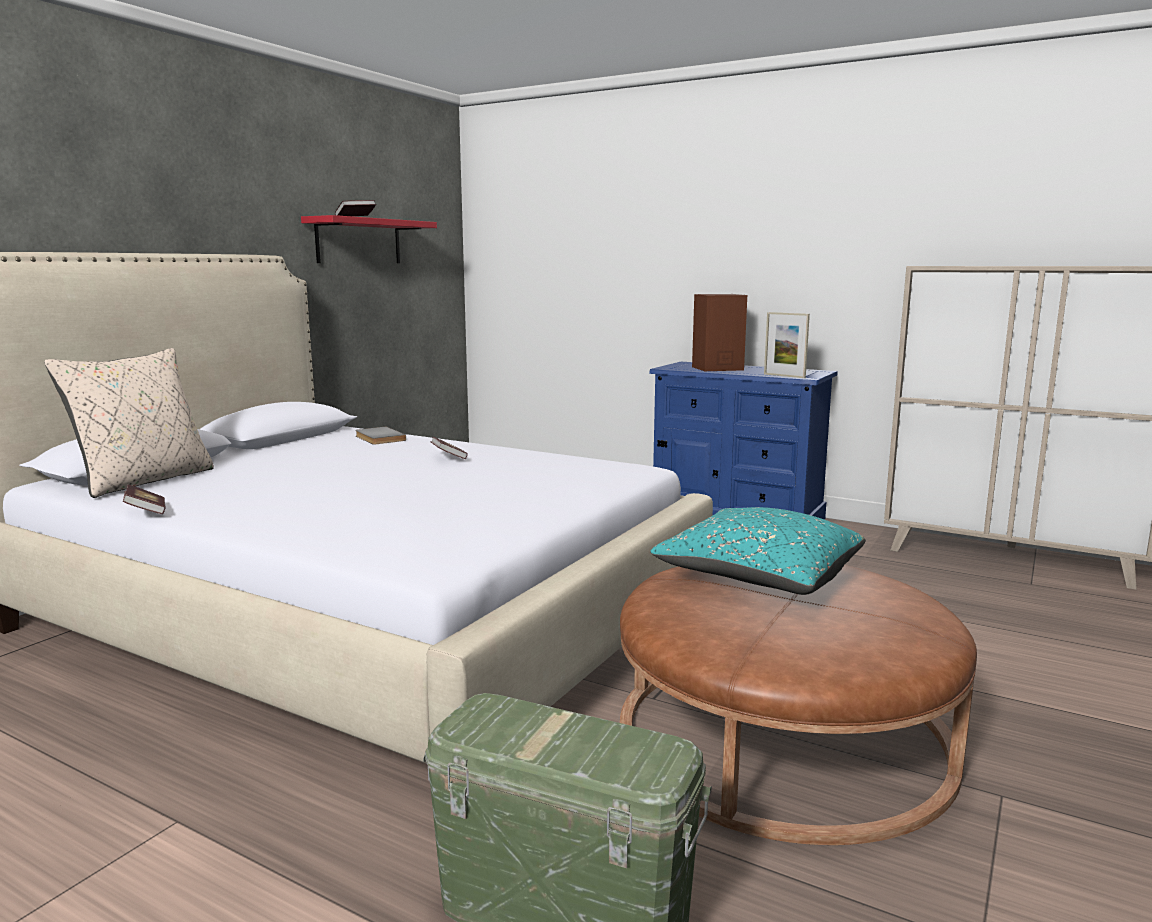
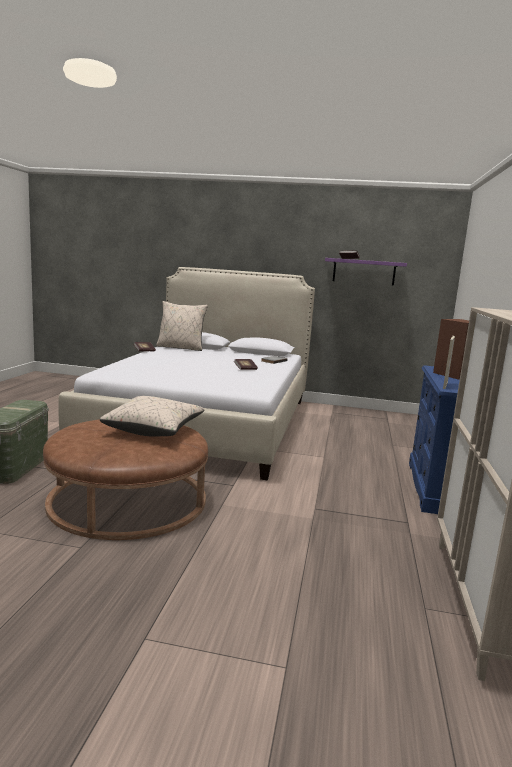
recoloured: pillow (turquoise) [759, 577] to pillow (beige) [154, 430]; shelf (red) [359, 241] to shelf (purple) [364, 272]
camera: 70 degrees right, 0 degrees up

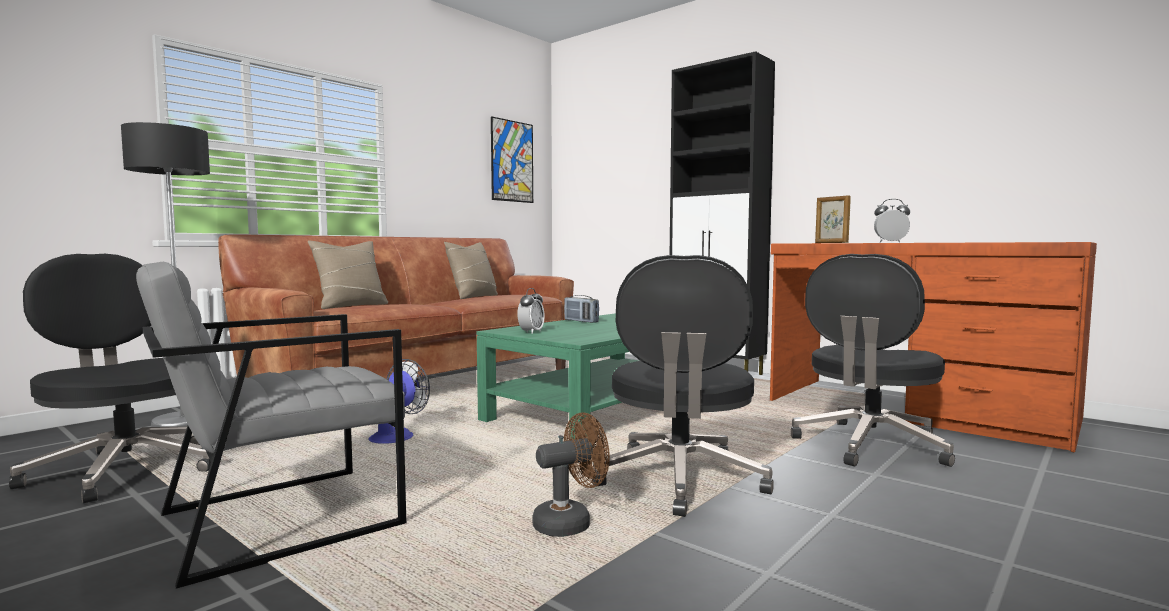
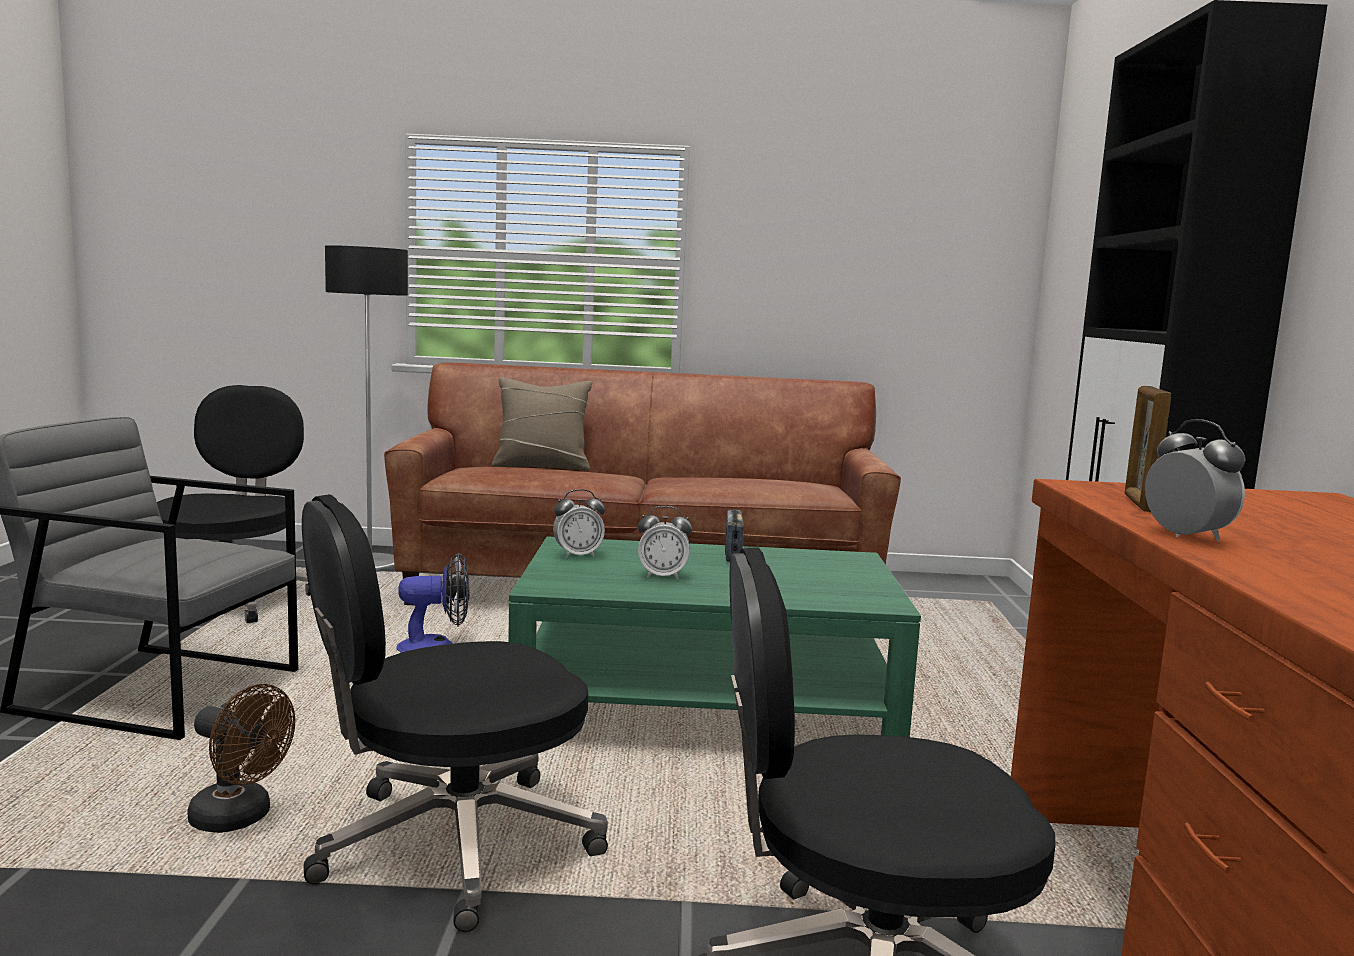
removed: pillow (beige) [473, 297]; picture [512, 161]
added: alarm clock [662, 576]
camera: 50 degrees right, 5 degrees up

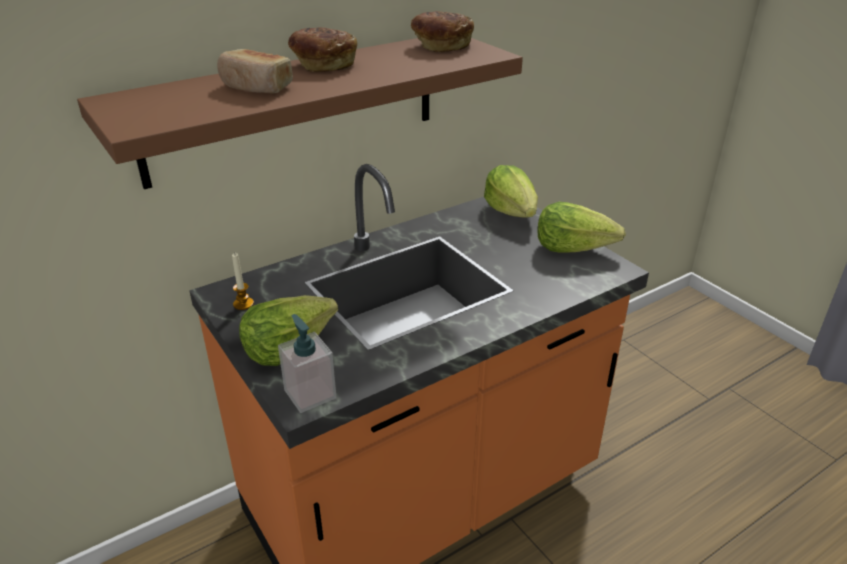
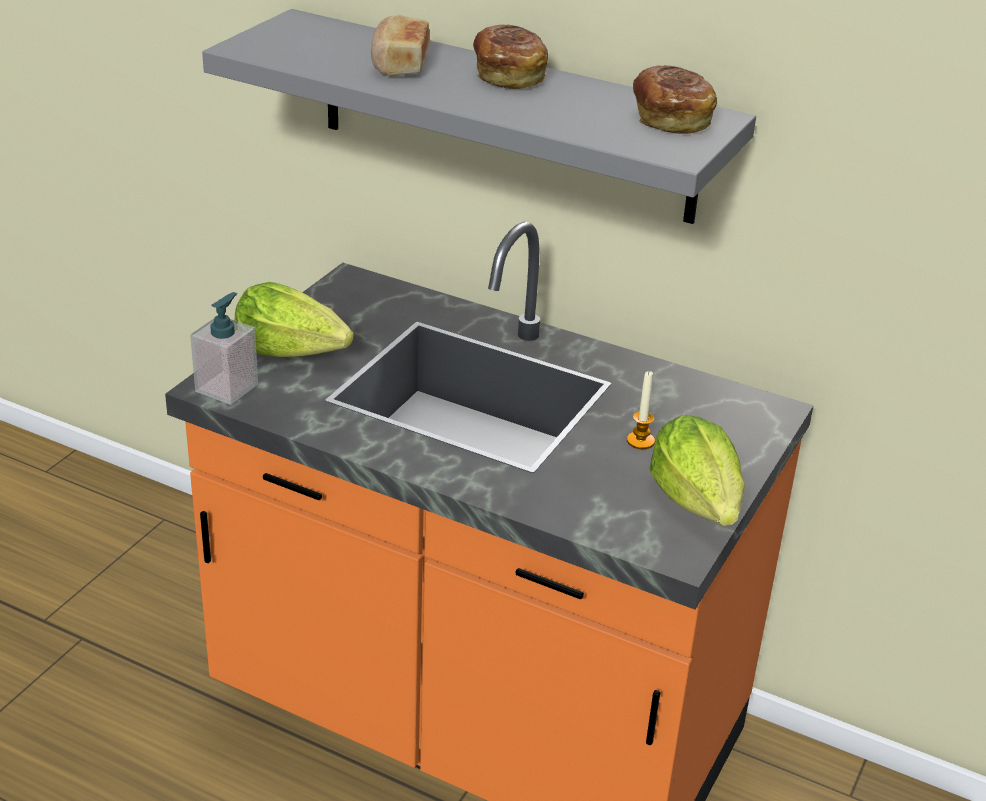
removed: lettuce [512, 212]
moved: candle [243, 304] to [640, 441]
recoloured: shelf (brown) [295, 106] to shelf (grey) [505, 116]
camera: 60 degrees right, 0 degrees up

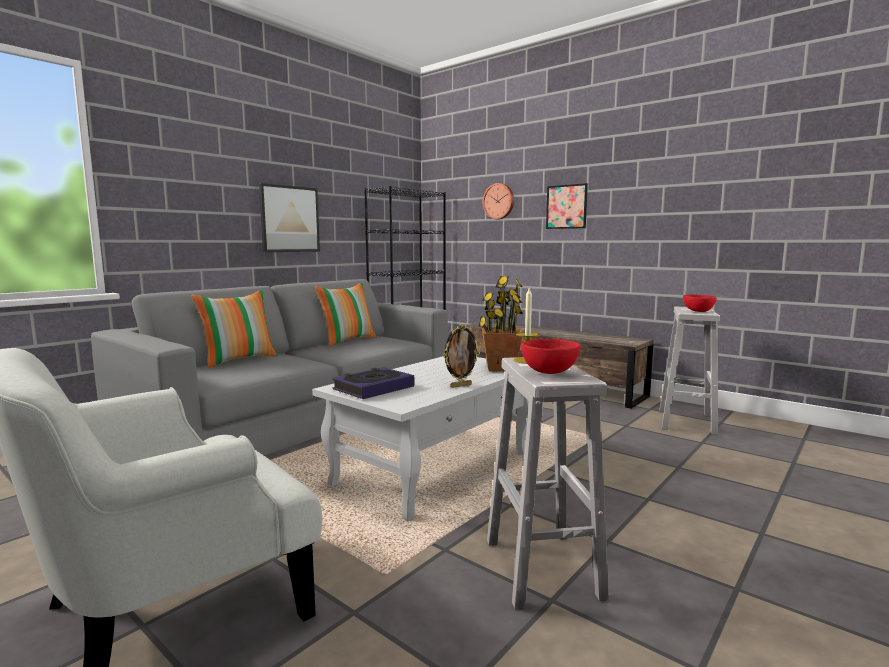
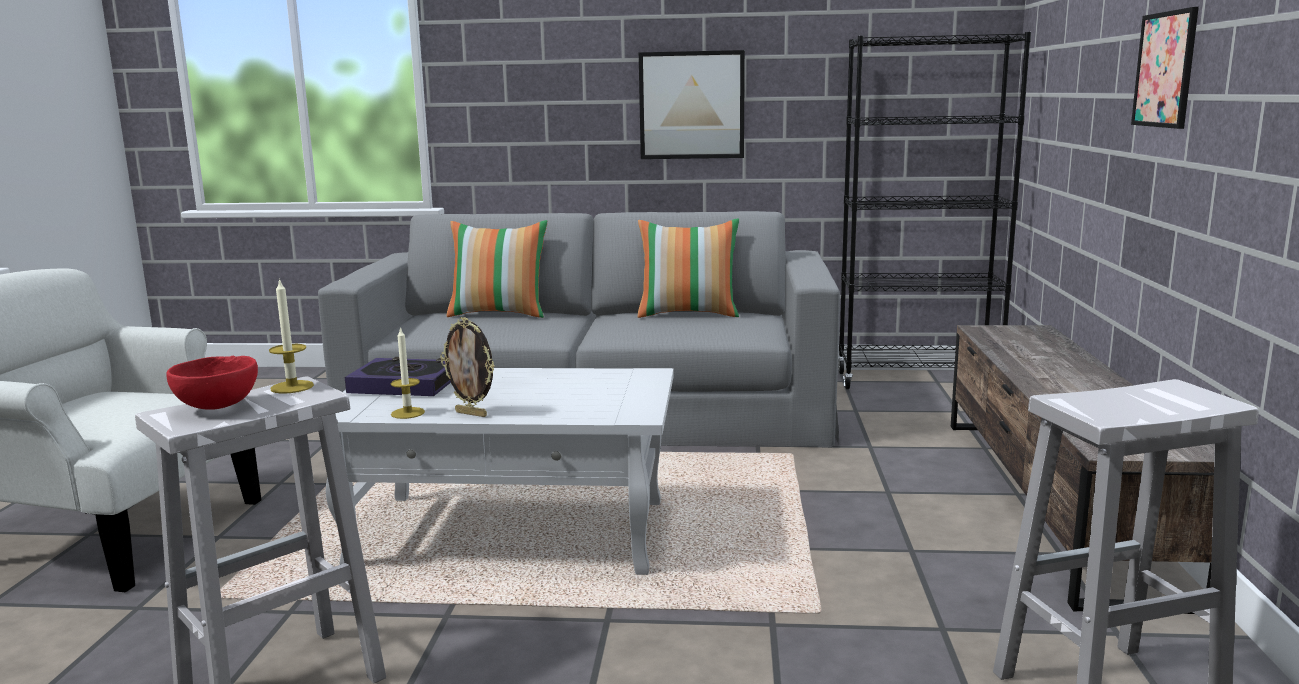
removed: potted plant [500, 368]; wall clock [499, 201]; bowl (red) [698, 311]
added: candle [407, 413]
camera: 55 degrees right, 5 degrees up

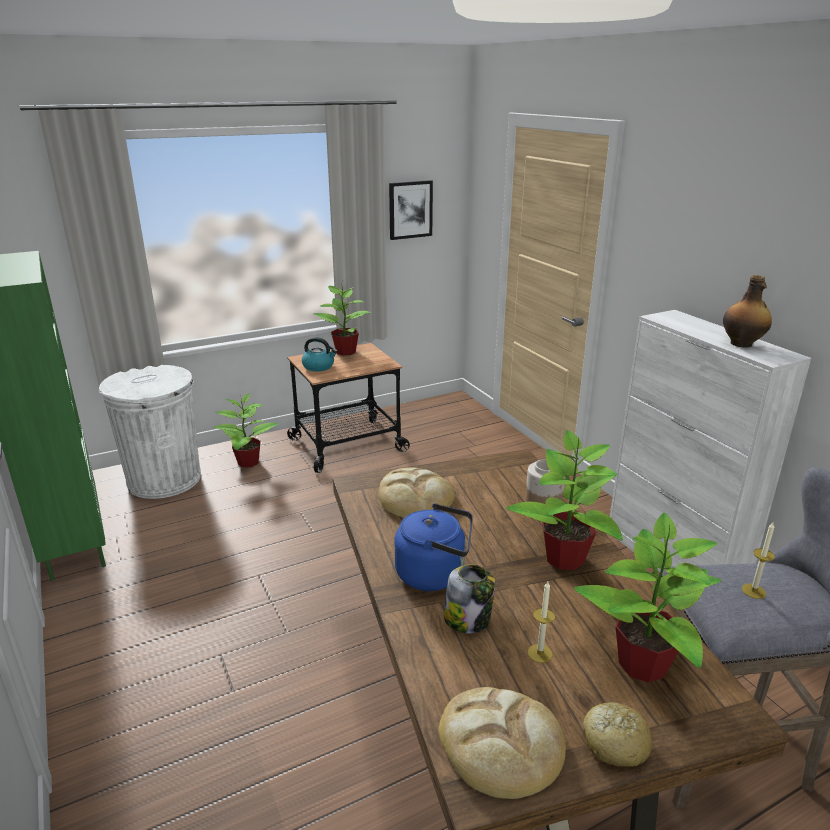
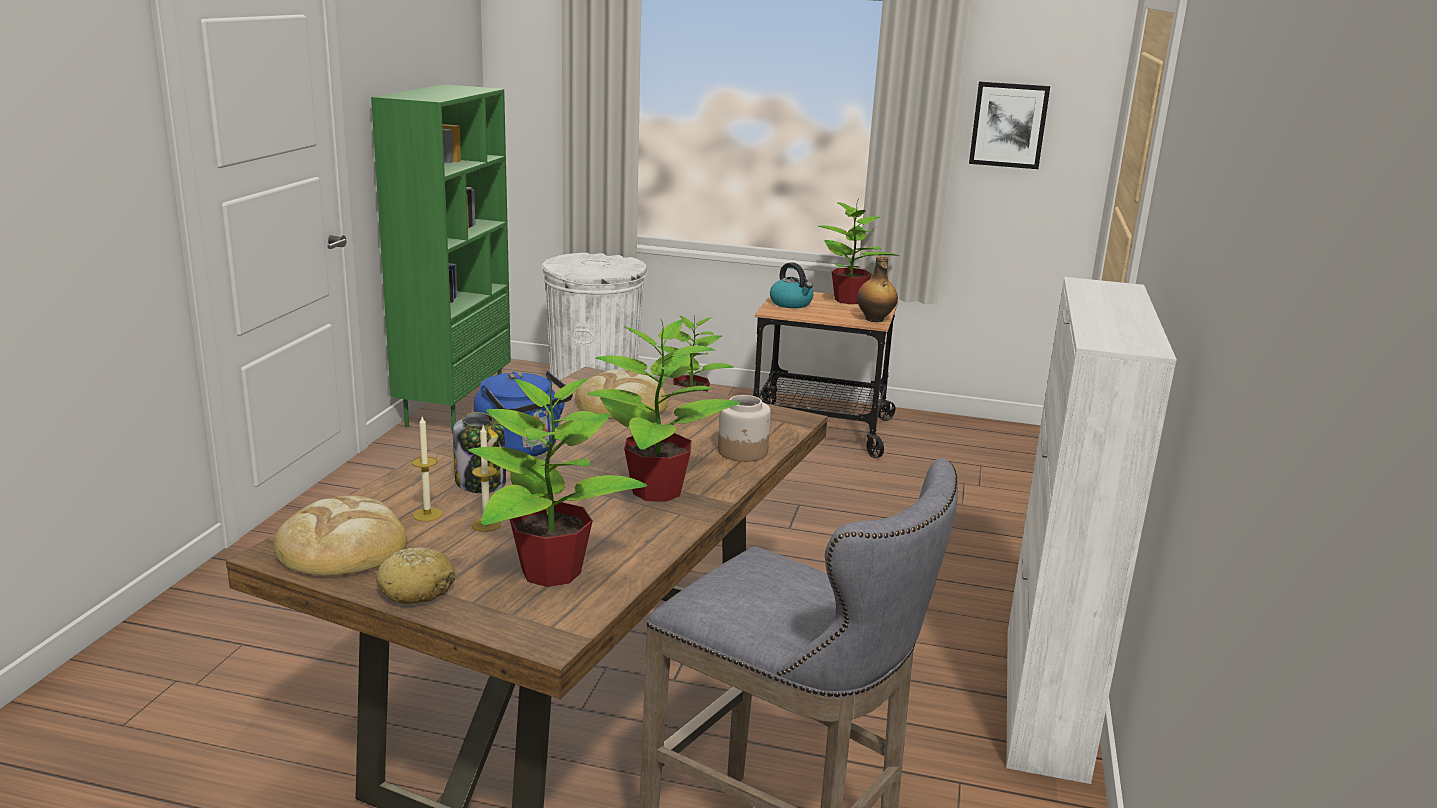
moved: candle [753, 591] to [427, 514]; bottle [742, 344] to [874, 319]
camera: 40 degrees right, 5 degrees down

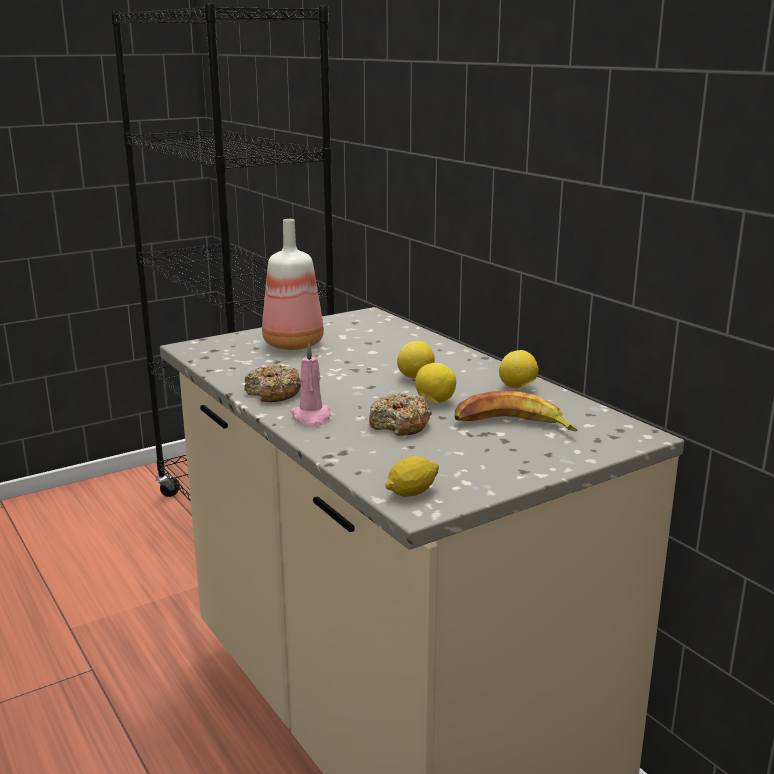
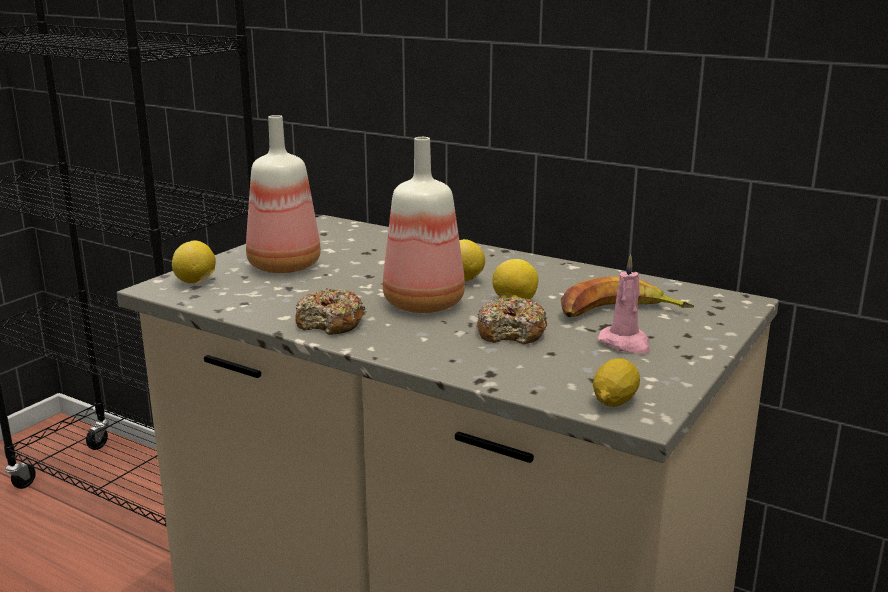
added: bottle [423, 303]
moved: lemon [518, 388] to [196, 282]; candle (pink) [311, 417] to [625, 343]
camera: 25 degrees left, 0 degrees up

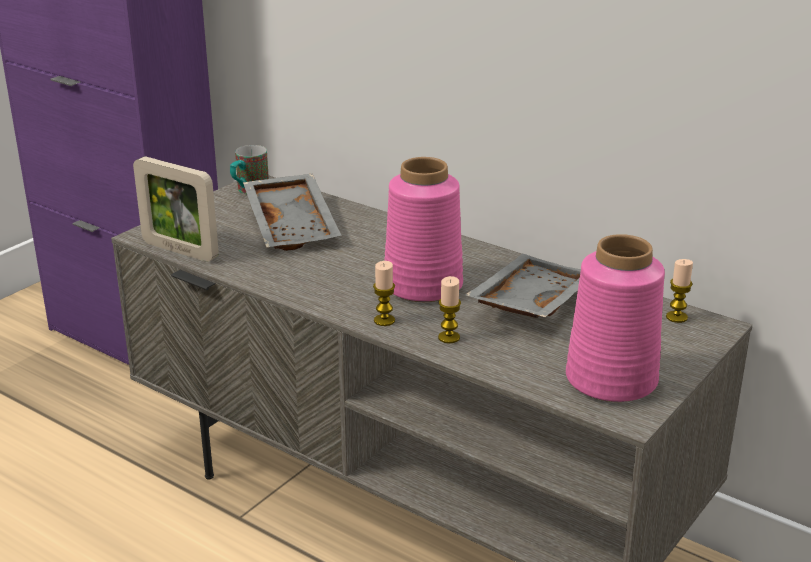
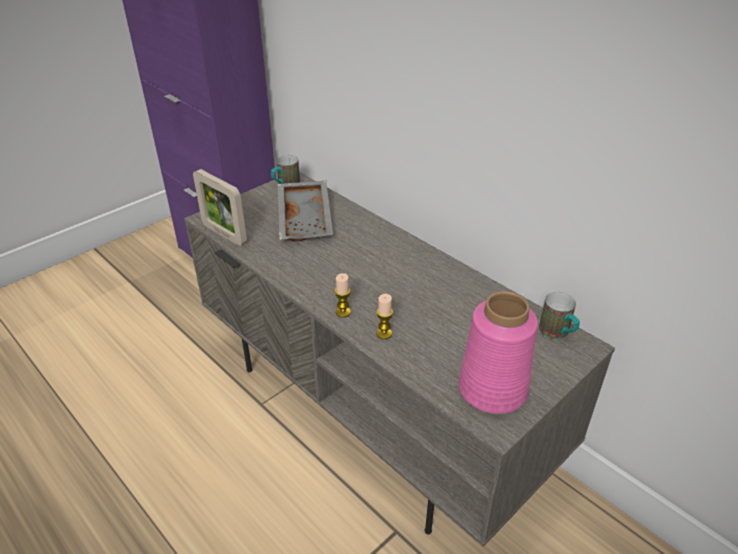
removed: vase (pink) [423, 285]; tray (grey) [529, 302]
replaced: candle [676, 317] to mug [557, 334]
camera: 10 degrees right, 10 degrees up

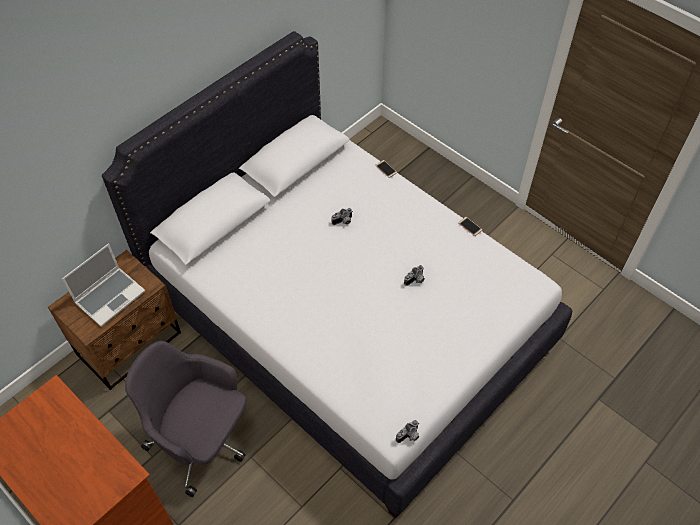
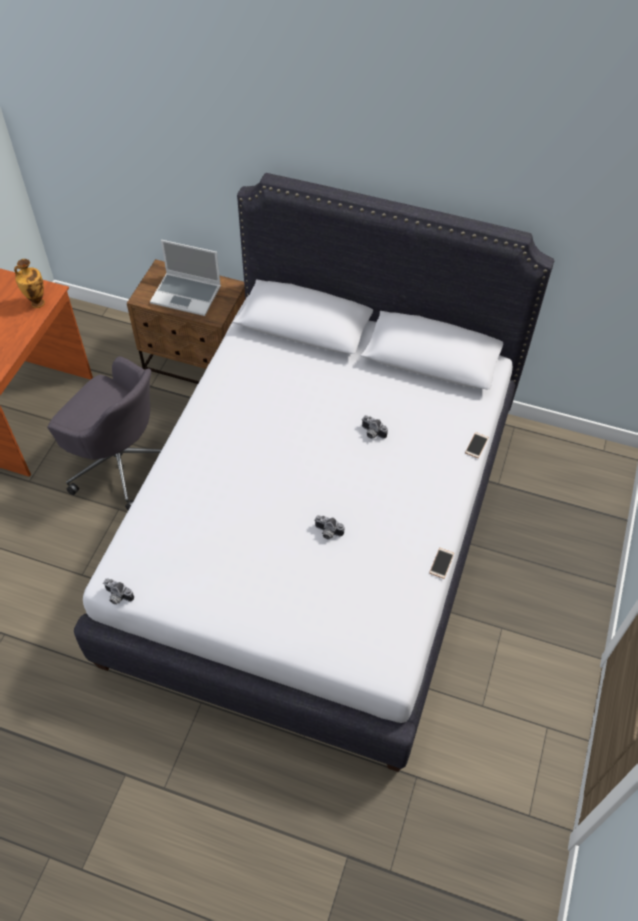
added: vase [37, 303]
turned: office chair (grey) [202, 440] = [120, 462] 120 degrees clockwise
camera: 65 degrees right, 0 degrees up

